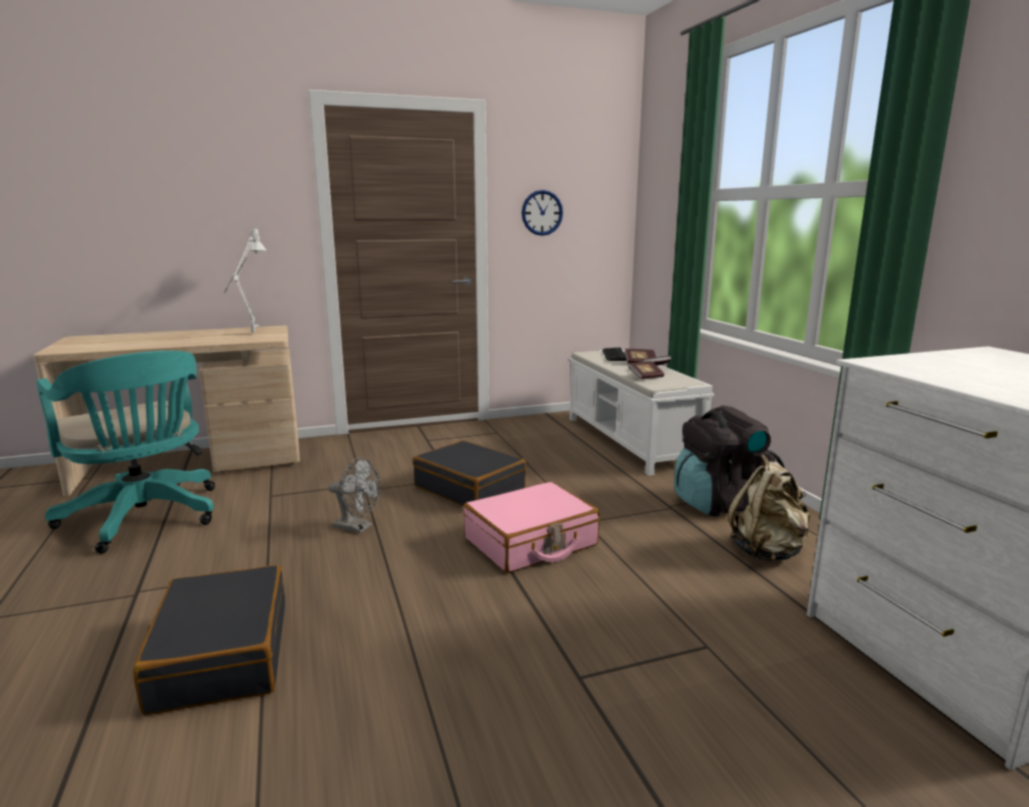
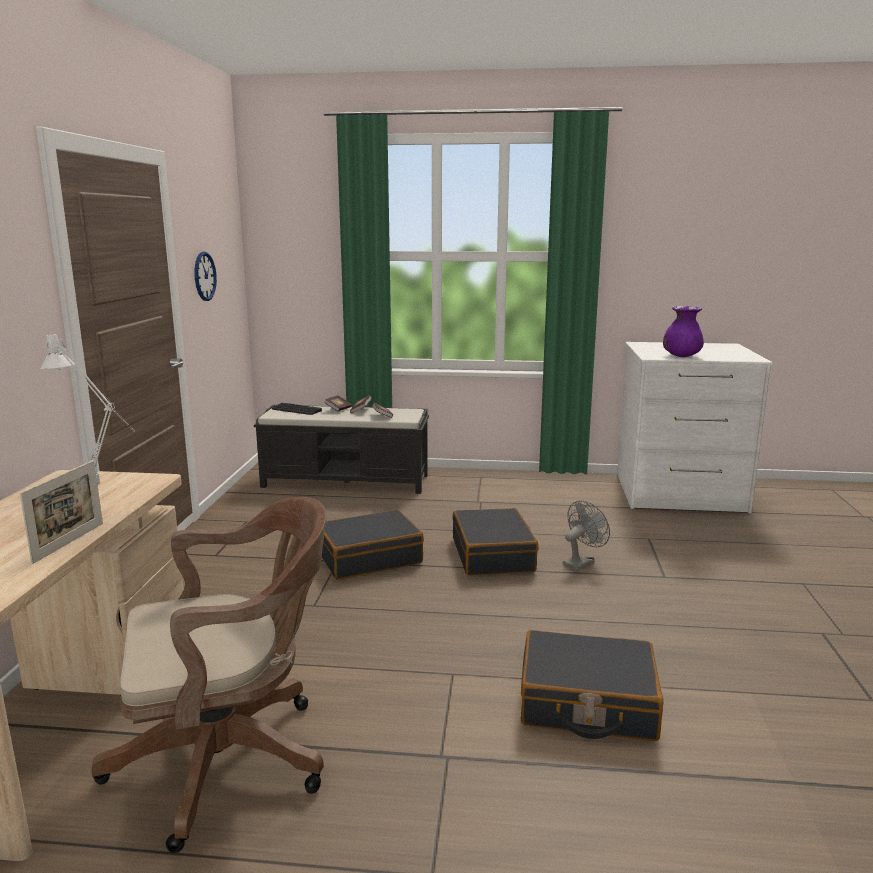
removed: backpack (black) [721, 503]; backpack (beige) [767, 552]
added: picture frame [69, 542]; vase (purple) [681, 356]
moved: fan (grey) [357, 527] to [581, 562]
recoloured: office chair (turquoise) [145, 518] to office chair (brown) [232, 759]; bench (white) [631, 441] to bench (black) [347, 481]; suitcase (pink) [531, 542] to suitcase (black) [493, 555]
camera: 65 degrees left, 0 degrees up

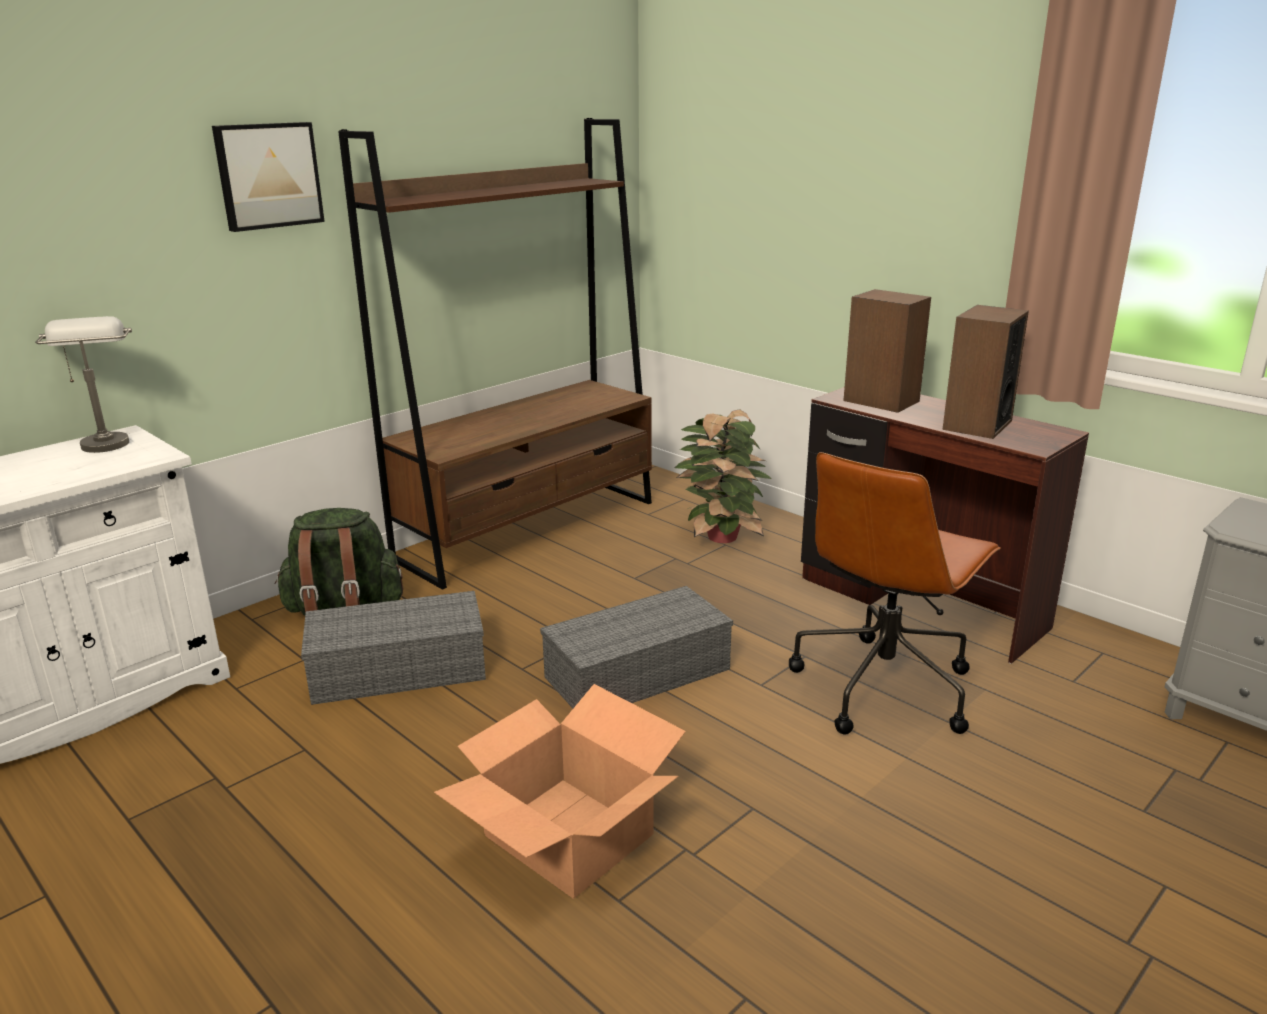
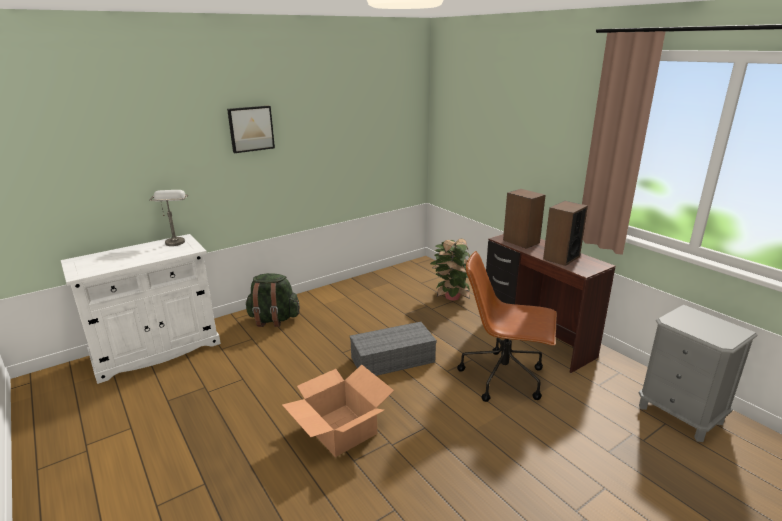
removed: storage box (grey) [401, 668]; bookcase (brown) [529, 529]
turned: office chair (brown) [883, 686] = [504, 377] 60 degrees clockwise
camera: 10 degrees right, 0 degrees up

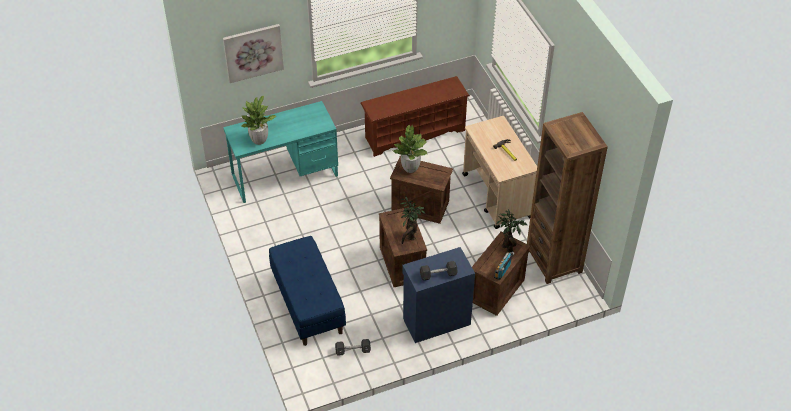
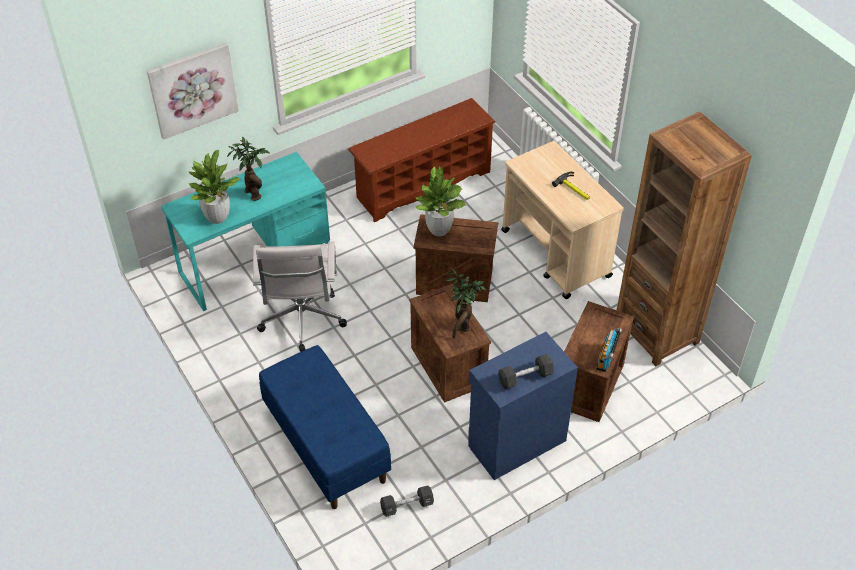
added: office chair (white) [302, 322]
moved: potted plant [507, 247] to [253, 192]
camera: 10 degrees left, 0 degrees up

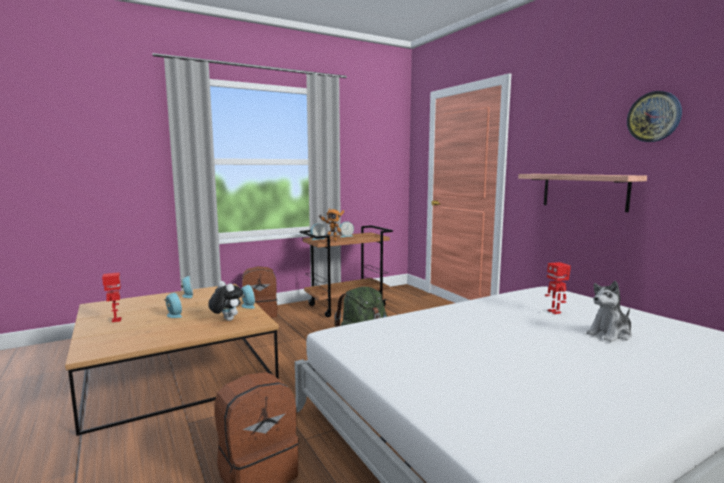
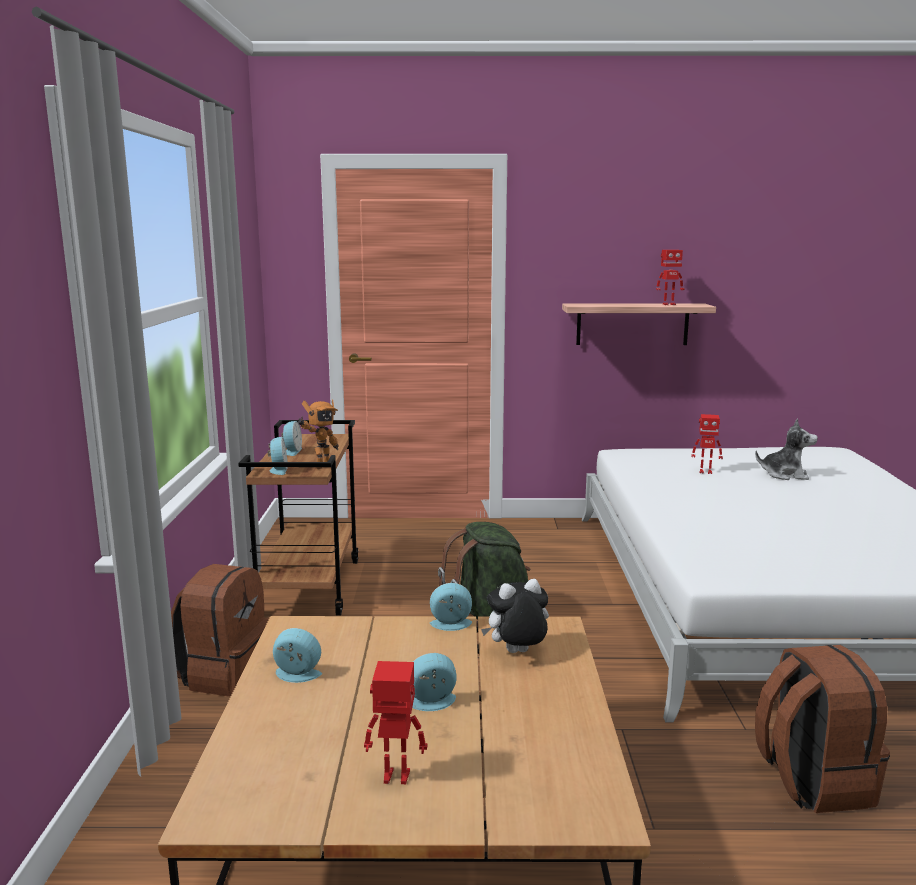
removed: wall clock [654, 117]
added: toy robot [668, 304]
turned: plush toy [610, 334] = [785, 475] 75 degrees counterclockwise
camera: 60 degrees left, 5 degrees up

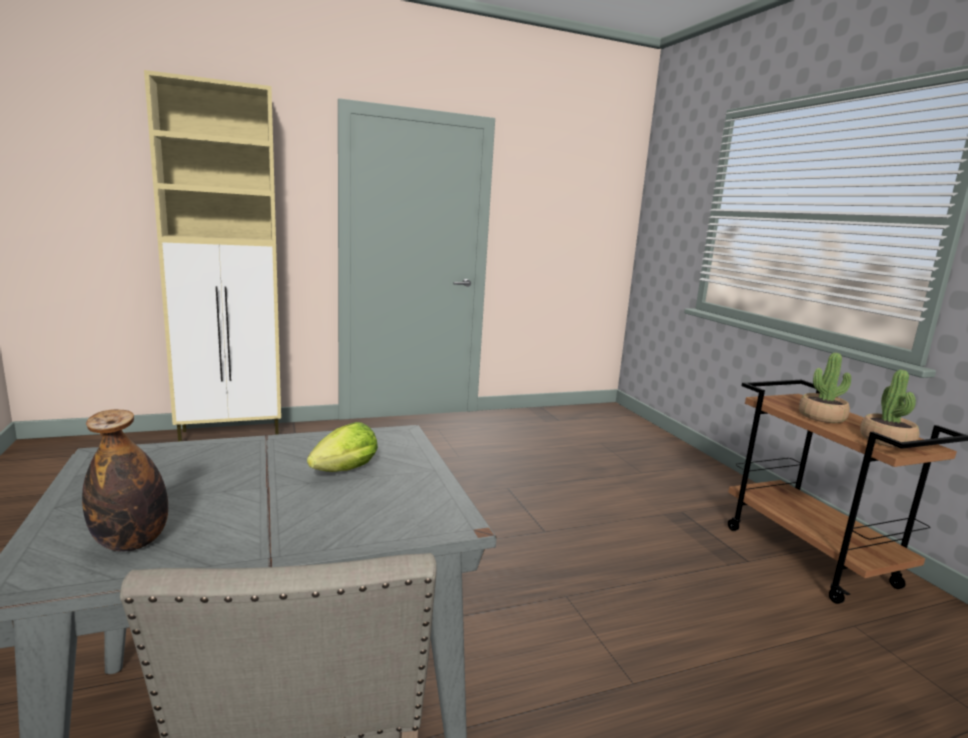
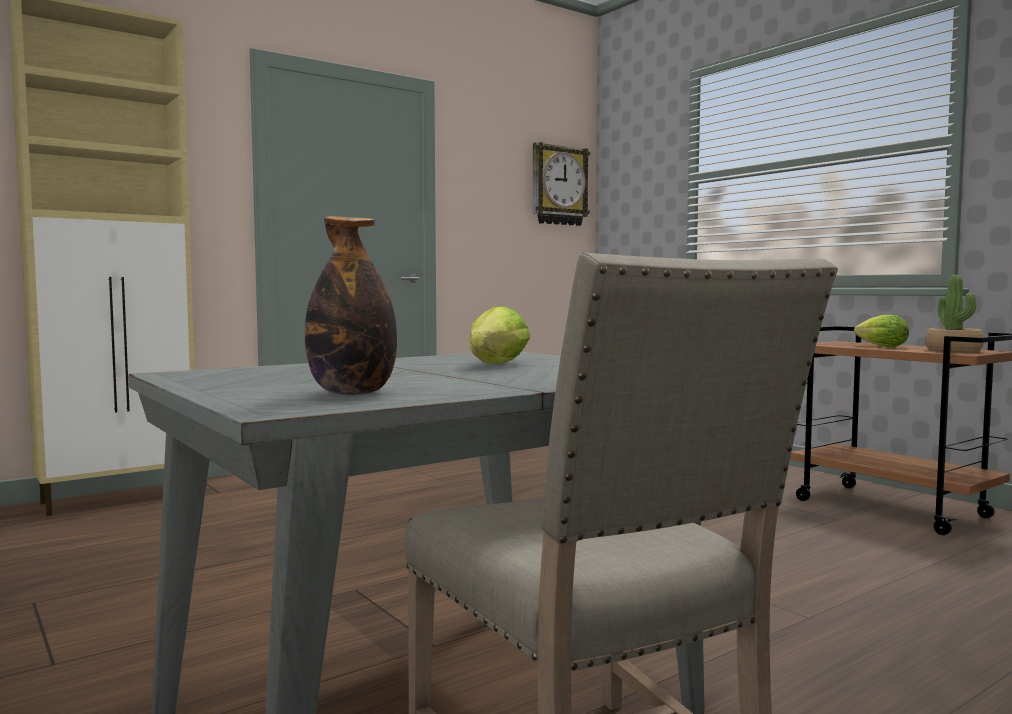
added: wall clock [558, 185]
replaced: potted plant [821, 417] to lettuce [879, 346]
camera: 15 degrees left, 10 degrees down

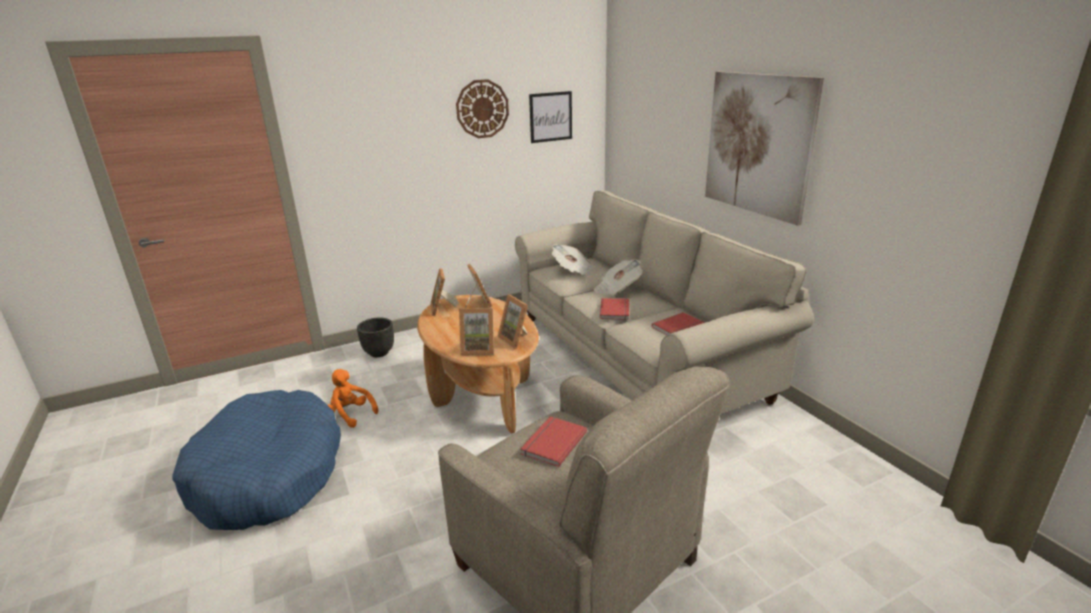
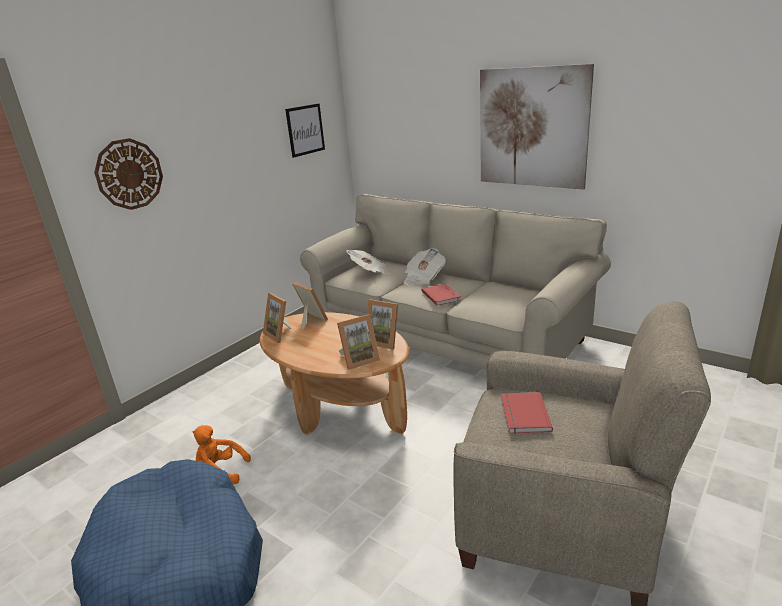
removed: planter (black) [379, 353]; book (red) [679, 327]
moved: wall clock [482, 109] to [129, 174]
camera: 25 degrees left, 0 degrees up

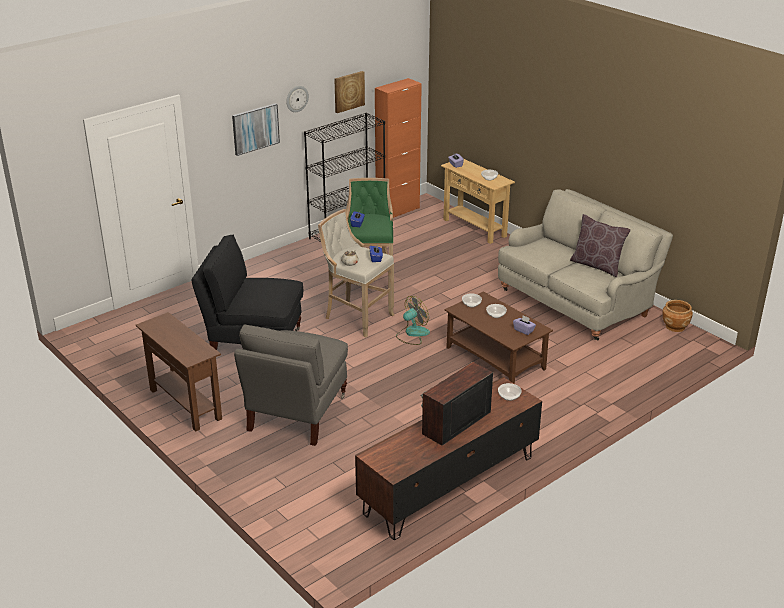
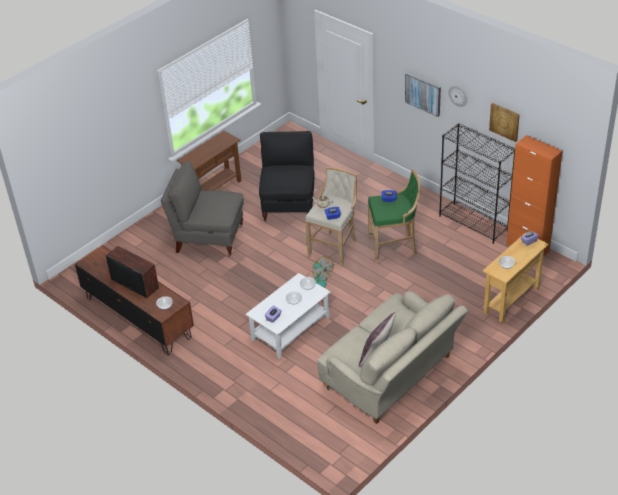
removed: planter (brown) [675, 326]
recoloured: coffee table (brown) [496, 358] to coffee table (white) [290, 329]
camera: 85 degrees right, 10 degrees up

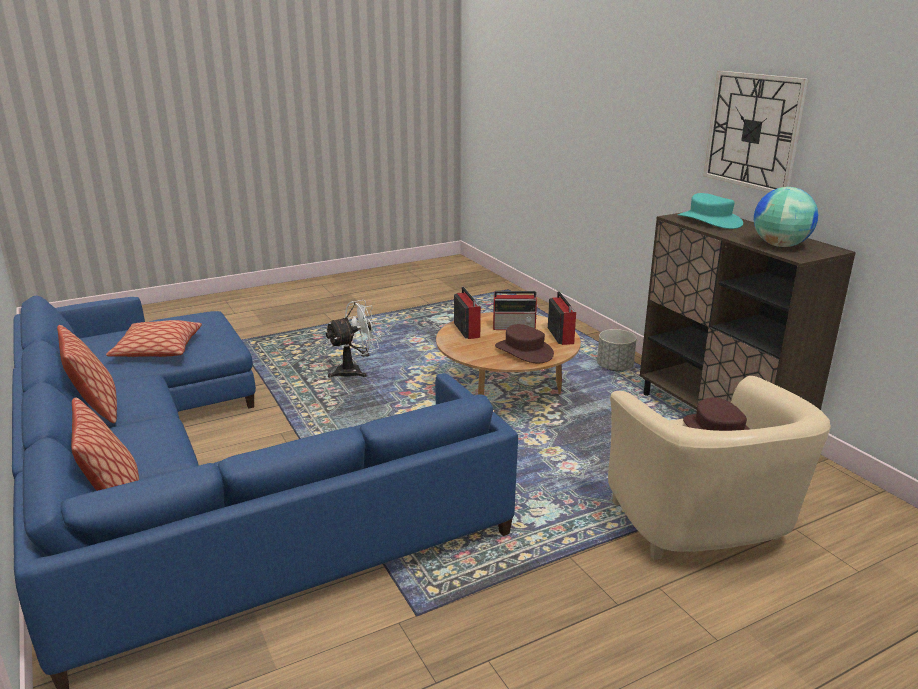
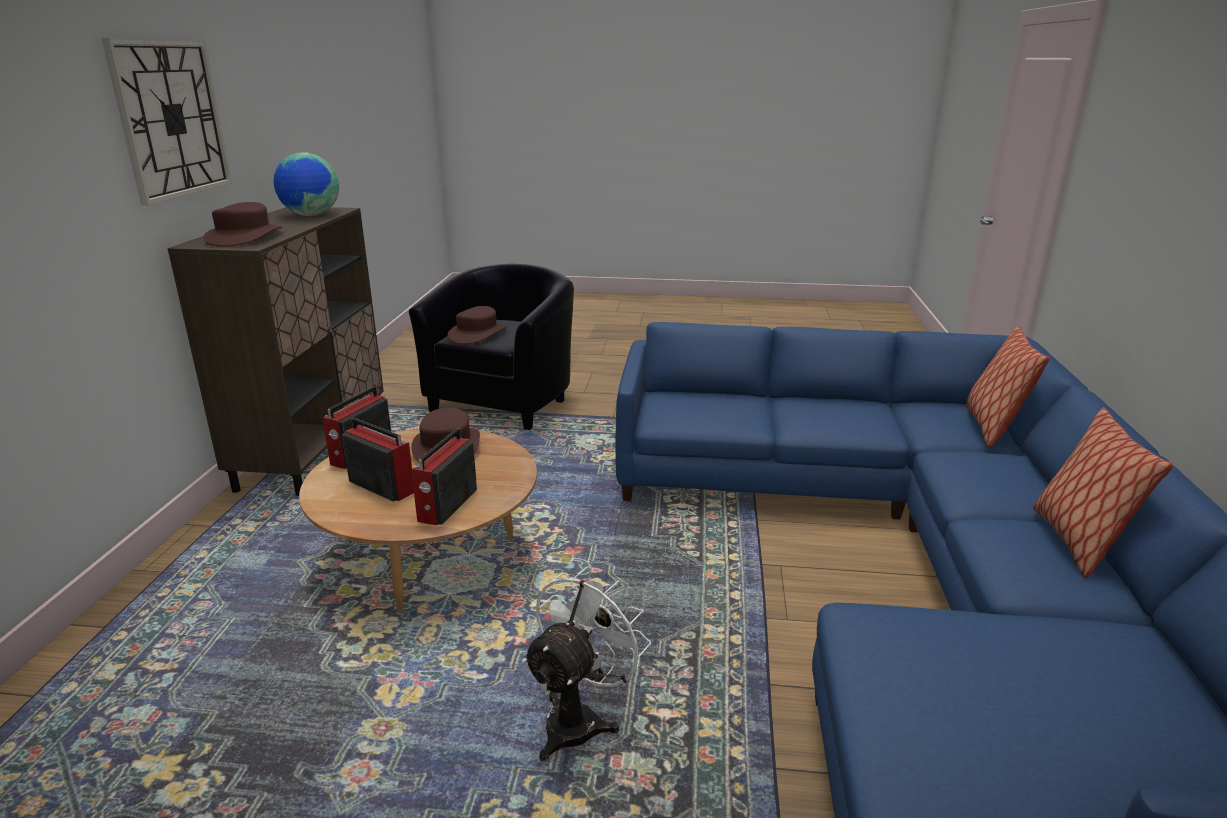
removed: pillow [157, 350]; planter (grey) [615, 367]
recoloured: hat (turquoise) [709, 220] to hat (brown) [244, 237]; armchair (beige) [702, 531] to armchair (black) [505, 401]
turned: fan (white) [354, 371] = [580, 719] 120 degrees clockwise
camera: 145 degrees left, 0 degrees up

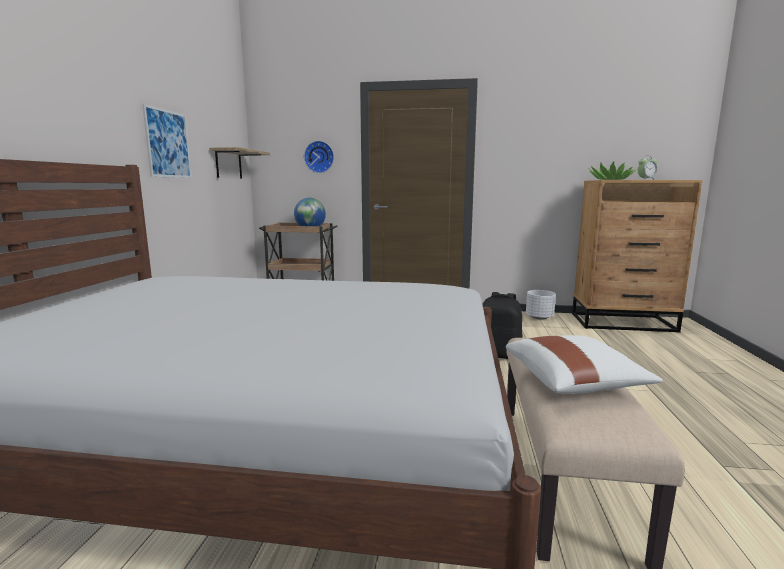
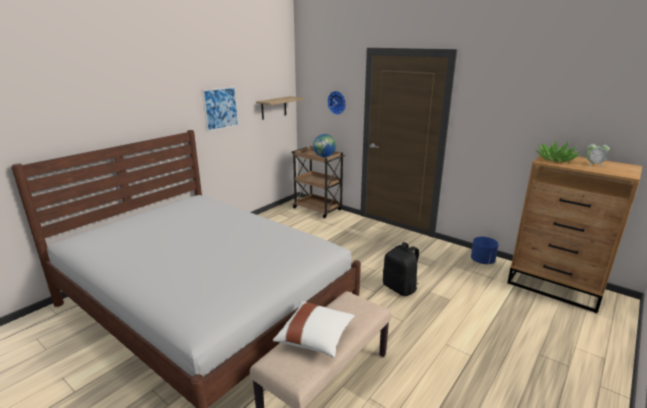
recoloured: planter (white) [539, 317] to planter (blue) [482, 261]
camera: 30 degrees right, 10 degrees up

